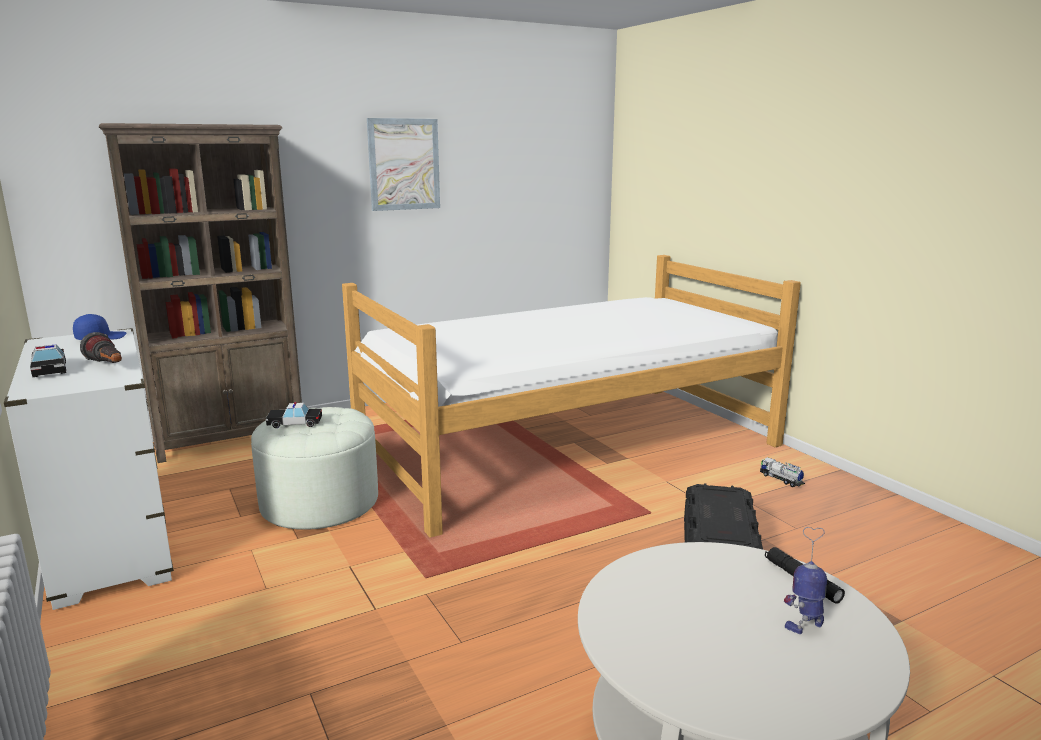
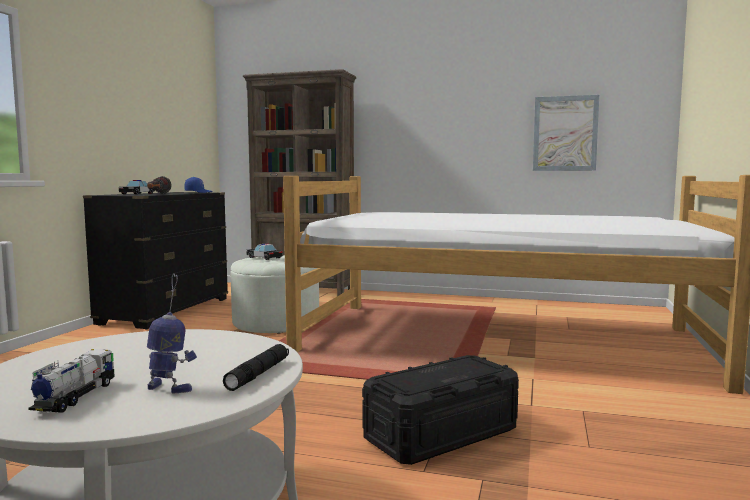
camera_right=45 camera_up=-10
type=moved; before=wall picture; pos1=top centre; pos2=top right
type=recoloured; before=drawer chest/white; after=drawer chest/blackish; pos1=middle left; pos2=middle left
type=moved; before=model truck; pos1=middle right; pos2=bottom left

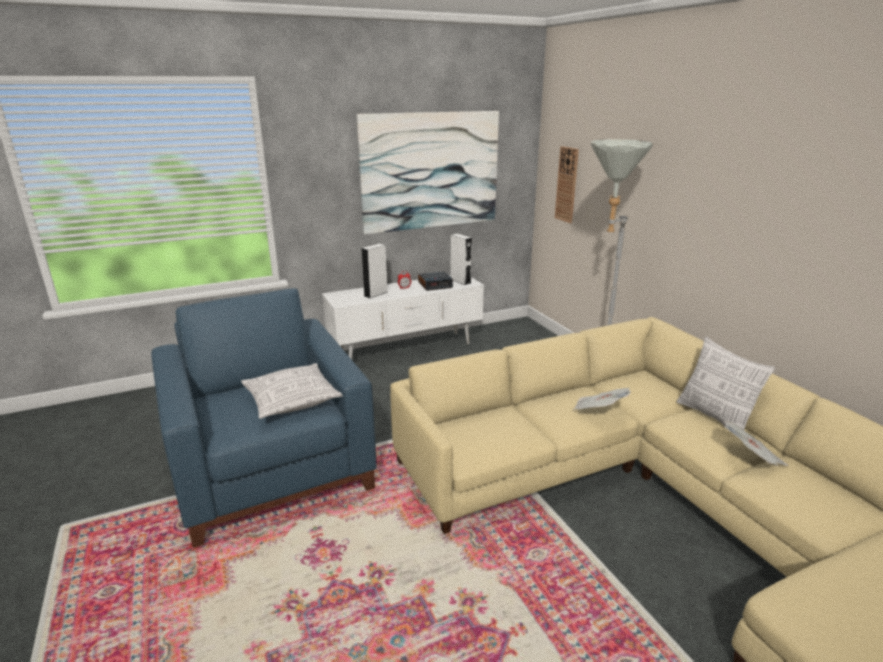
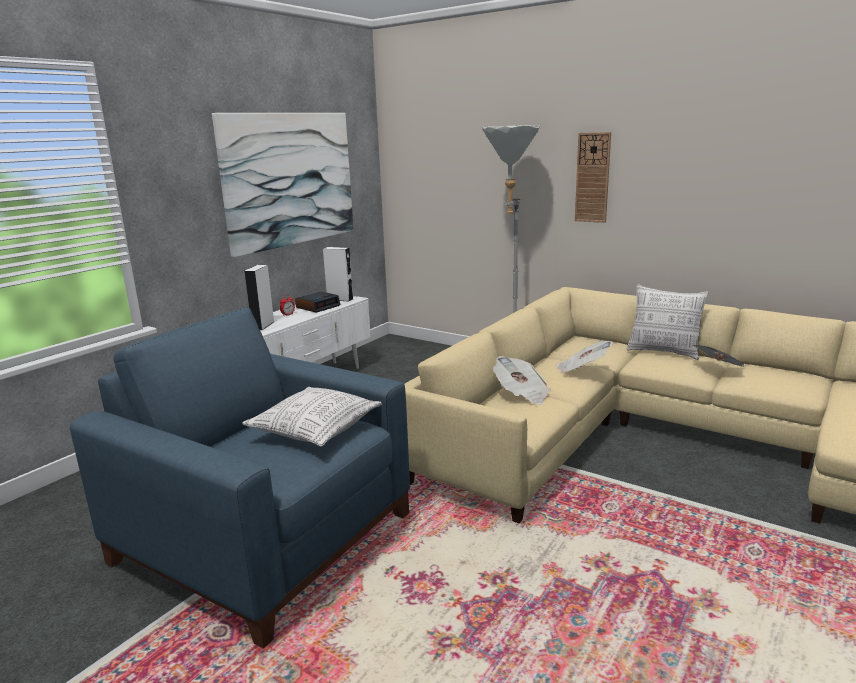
camera_right=-30 camera_up=-5
type=moved; before=hanging clock; pos1=top centre; pos2=top right
type=added; after=daily paper (1st from left); pos2=centre

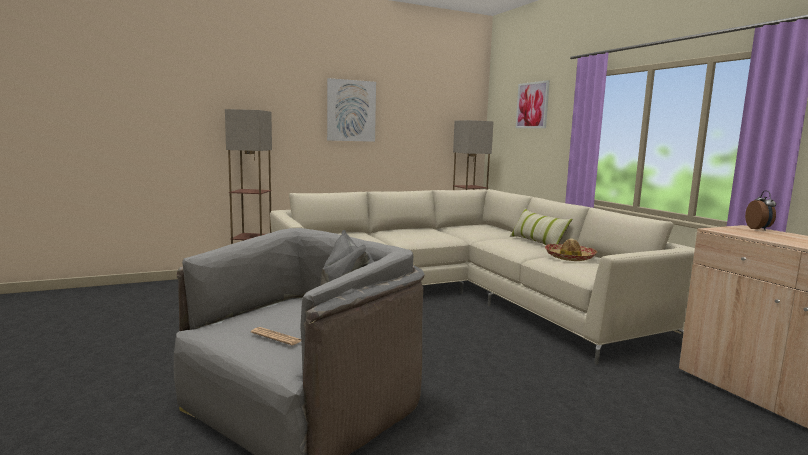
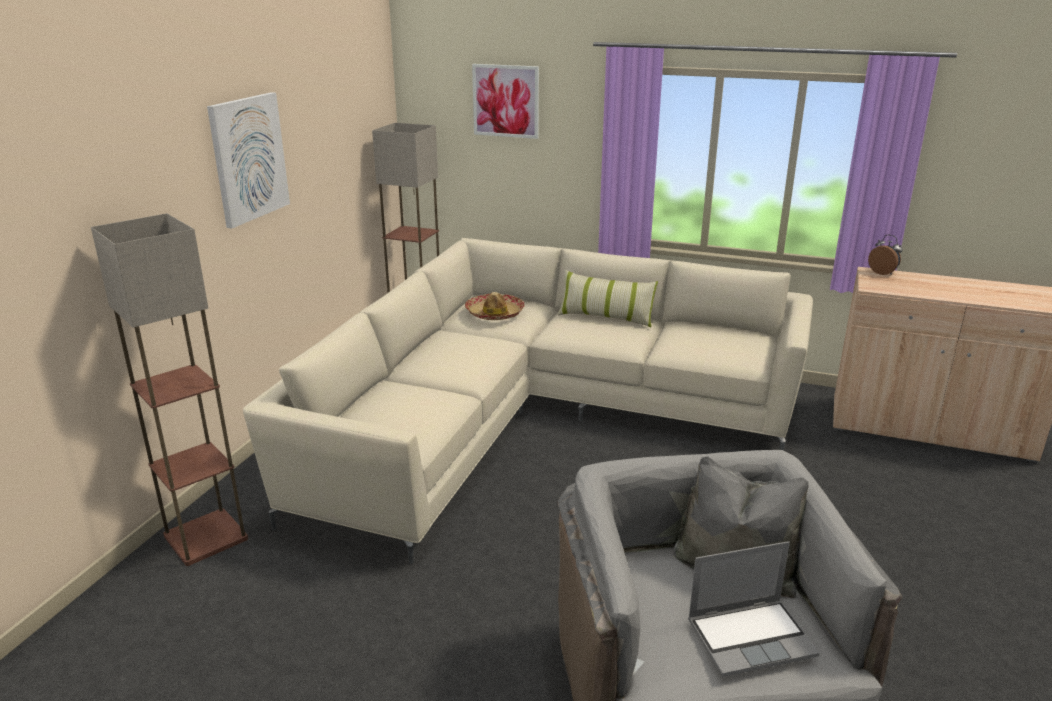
camera_right=-45 camera_up=15
type=moved; before=wearable hat; pos1=middle right; pos2=centre
type=replaced; before=daily paper; after=laptop; pos1=bottom centre; pos2=bottom right

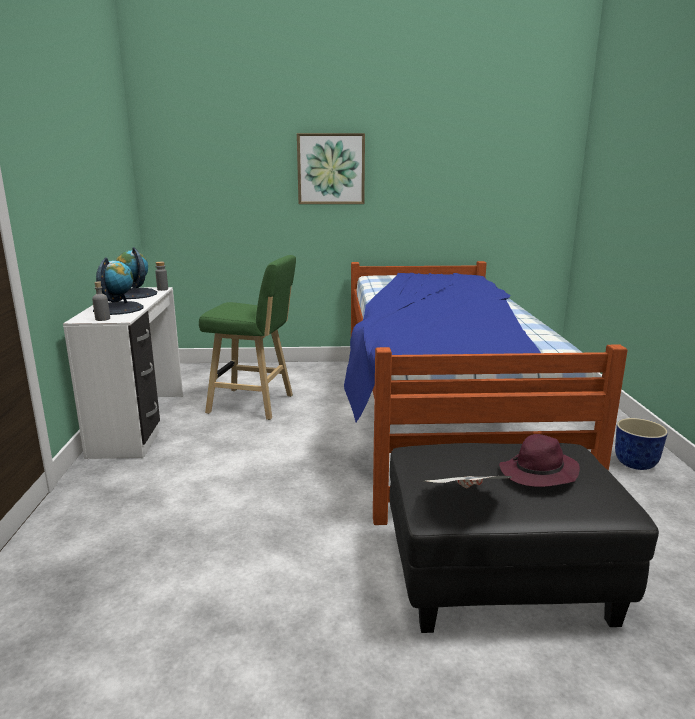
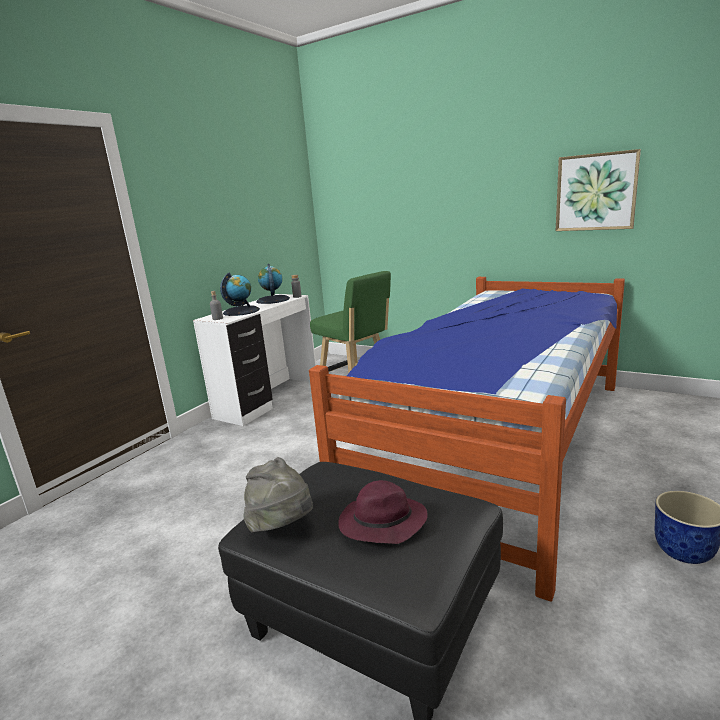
camera_right=35 camera_up=0
type=moved; before=wall picture; pos1=top centre; pos2=top right
type=replaced; before=daily paper; after=wearable hat/grey; pos1=bottom right; pos2=bottom centre

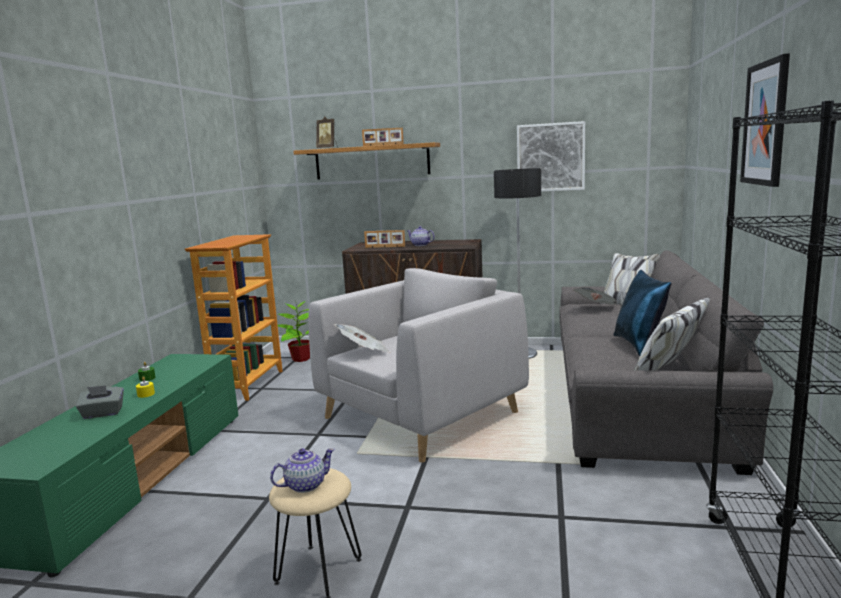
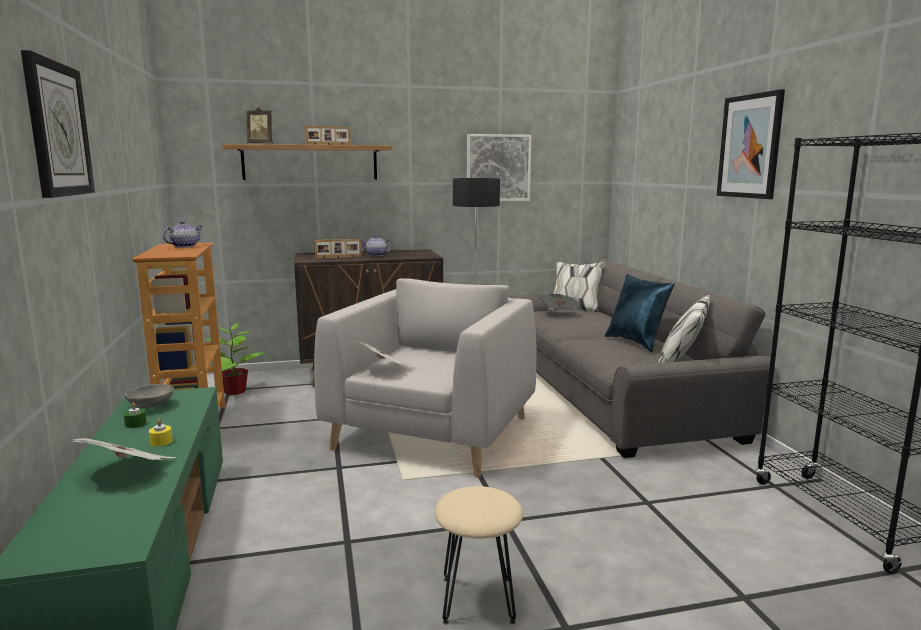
camera_right=-25 camera_up=0
type=replaced; before=box of tissues/grey; after=daily paper (1st from left); pos1=bottom left; pos2=bottom left
type=moved; before=teapot (1st from left); pos1=bottom centre; pos2=middle left
type=added; after=hanging clock; pos2=top left
type=added; after=bowl/grey; pos2=middle left

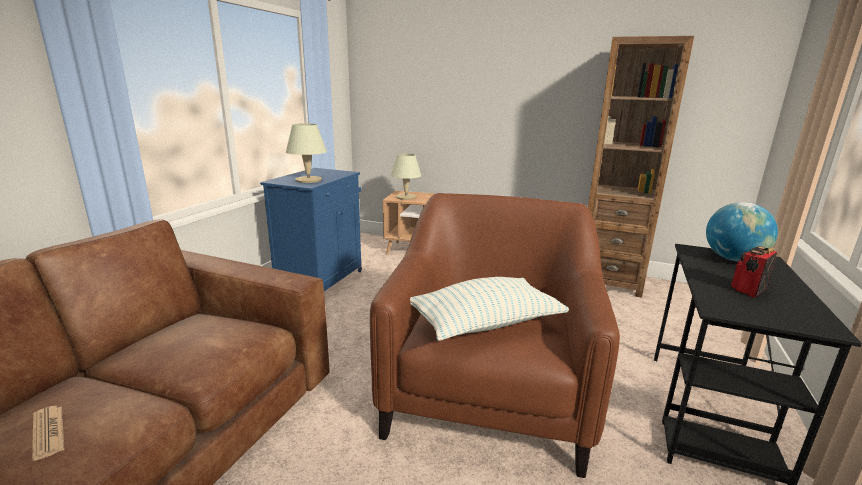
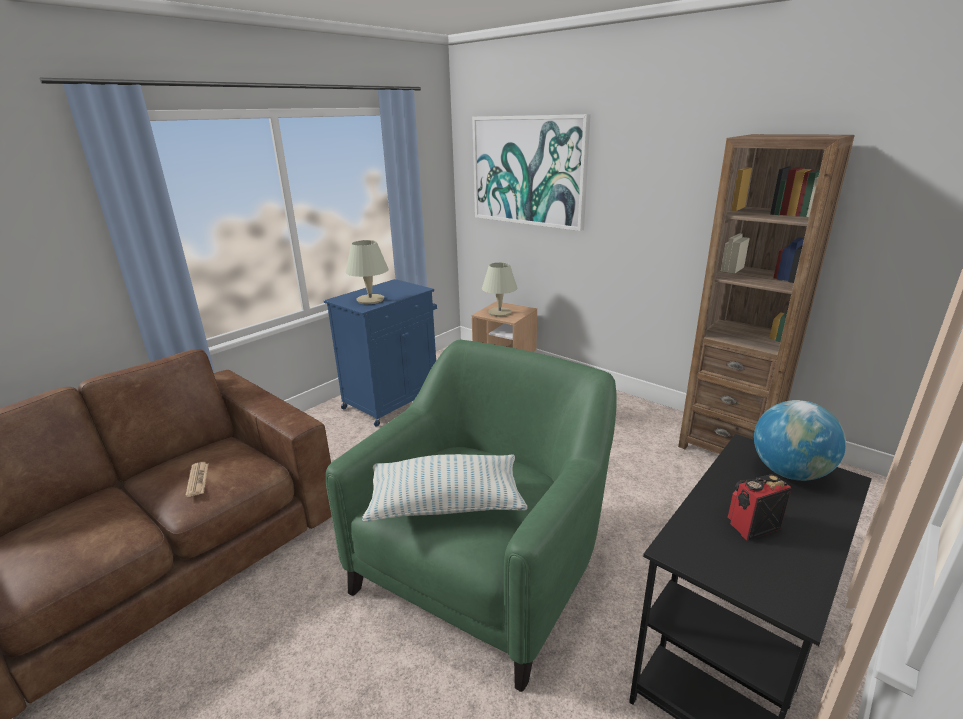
camera_right=20 camera_up=5
type=recoloured; before=easy chair/brownish; after=easy chair/greenish; pos1=bottom centre; pos2=bottom centre
type=moved; before=daily paper; pos1=bottom left; pos2=middle left
type=added; after=wall picture; pos2=top centre

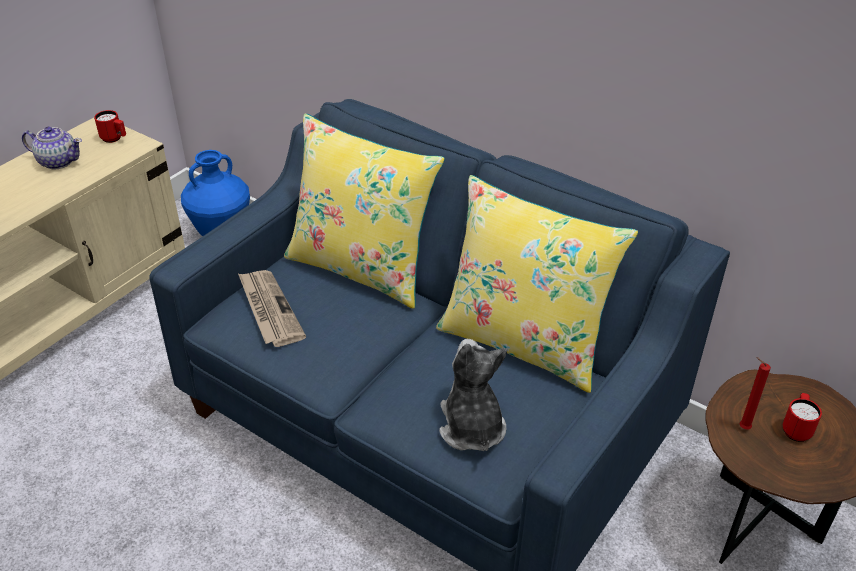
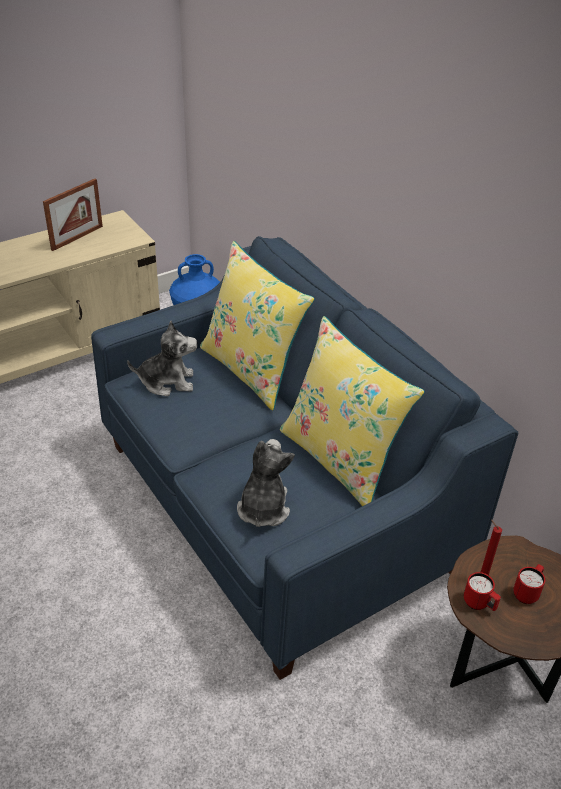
camera_right=20 camera_up=0
type=moved; before=coffee mug/reddish (1st from left); pos1=top left; pos2=bottom right
type=replaced; before=teapot; after=standing frame; pos1=top left; pos2=top left
type=replaced; before=daily paper; after=cuddly toy (1st from left); pos1=middle left; pos2=middle left

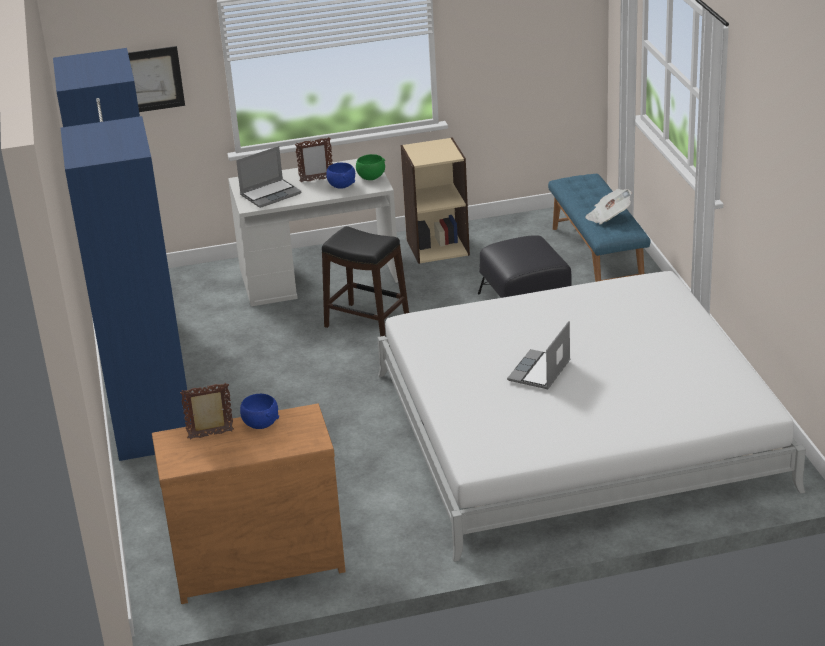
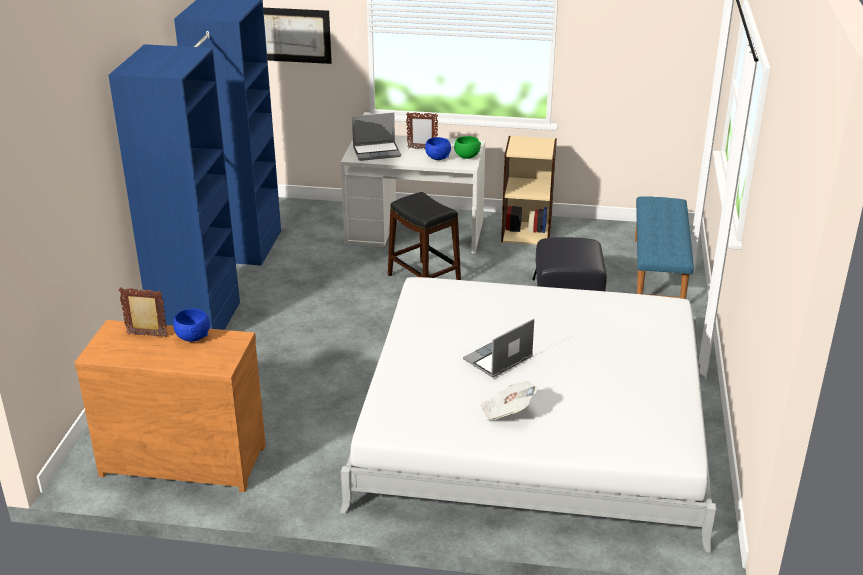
camera_right=20 camera_up=0
type=moved; before=daily paper; pos1=top right; pos2=bottom centre

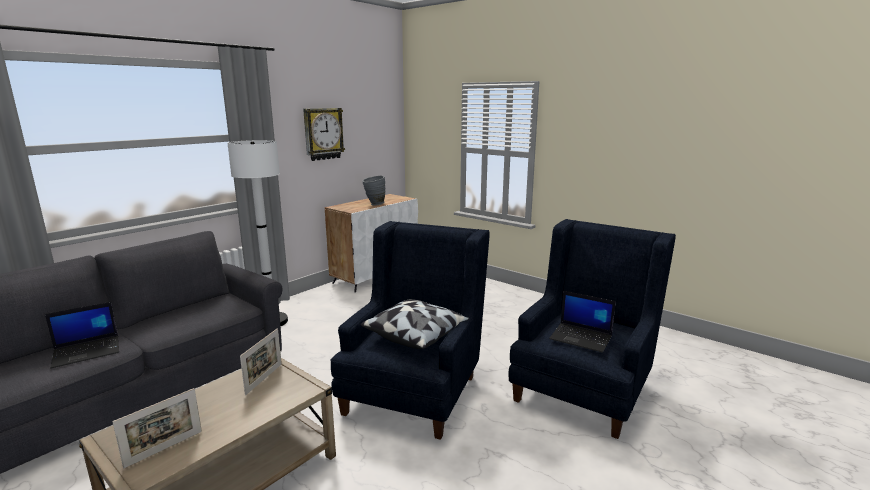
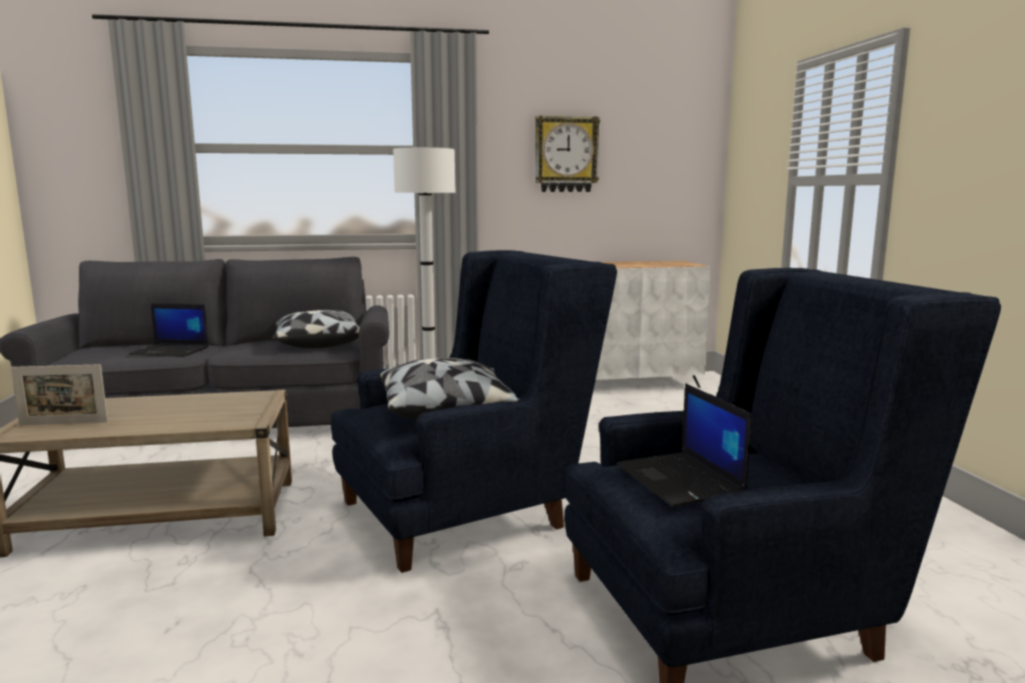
camera_right=40 camera_up=-5
type=removed; before=flower vase/grey; pos1=centre
type=removed; before=standing frame (2nd from left); pos1=bottom left
type=added; after=cushion (1st from left); pos2=middle left

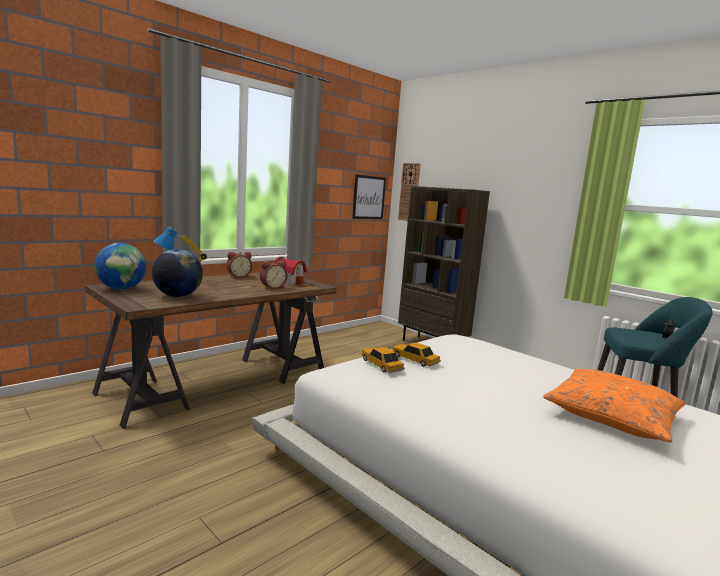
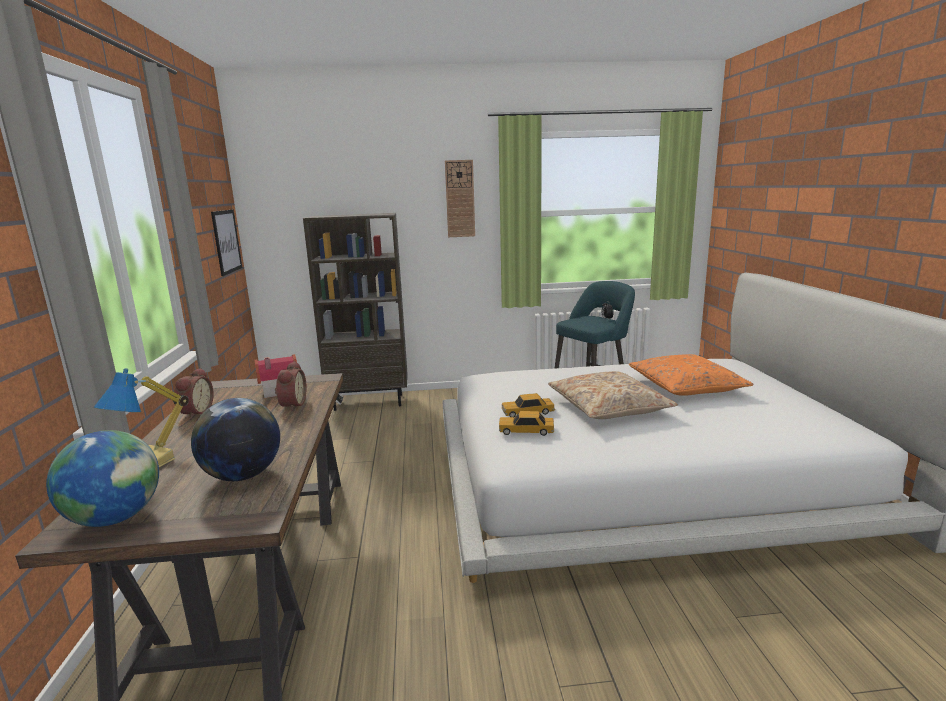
camera_right=-50 camera_up=5
type=moved; before=hanging clock; pos1=centre; pos2=top centre
type=added; after=cushion/beige; pos2=centre

